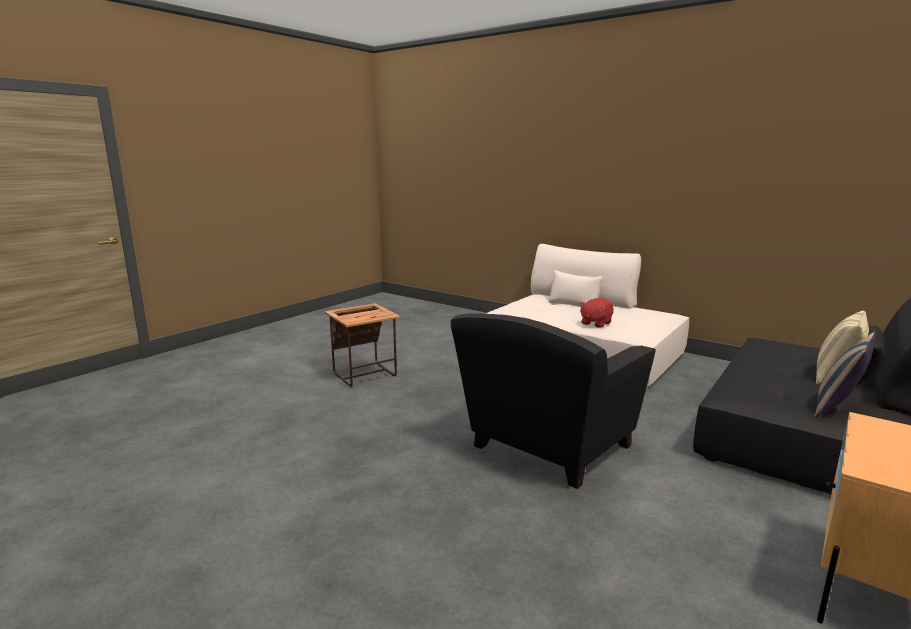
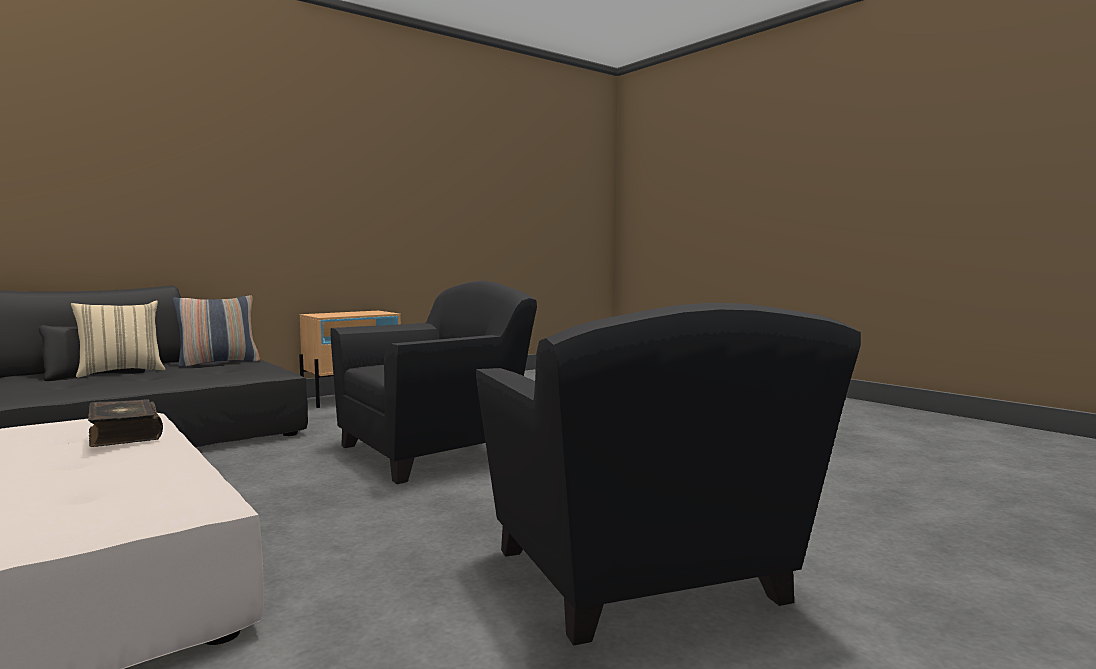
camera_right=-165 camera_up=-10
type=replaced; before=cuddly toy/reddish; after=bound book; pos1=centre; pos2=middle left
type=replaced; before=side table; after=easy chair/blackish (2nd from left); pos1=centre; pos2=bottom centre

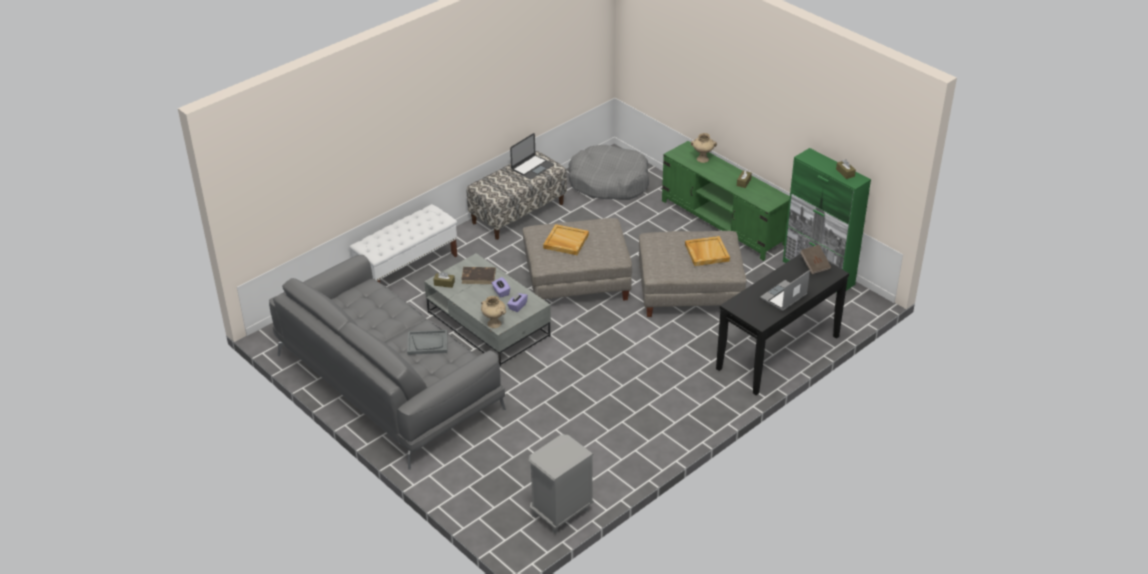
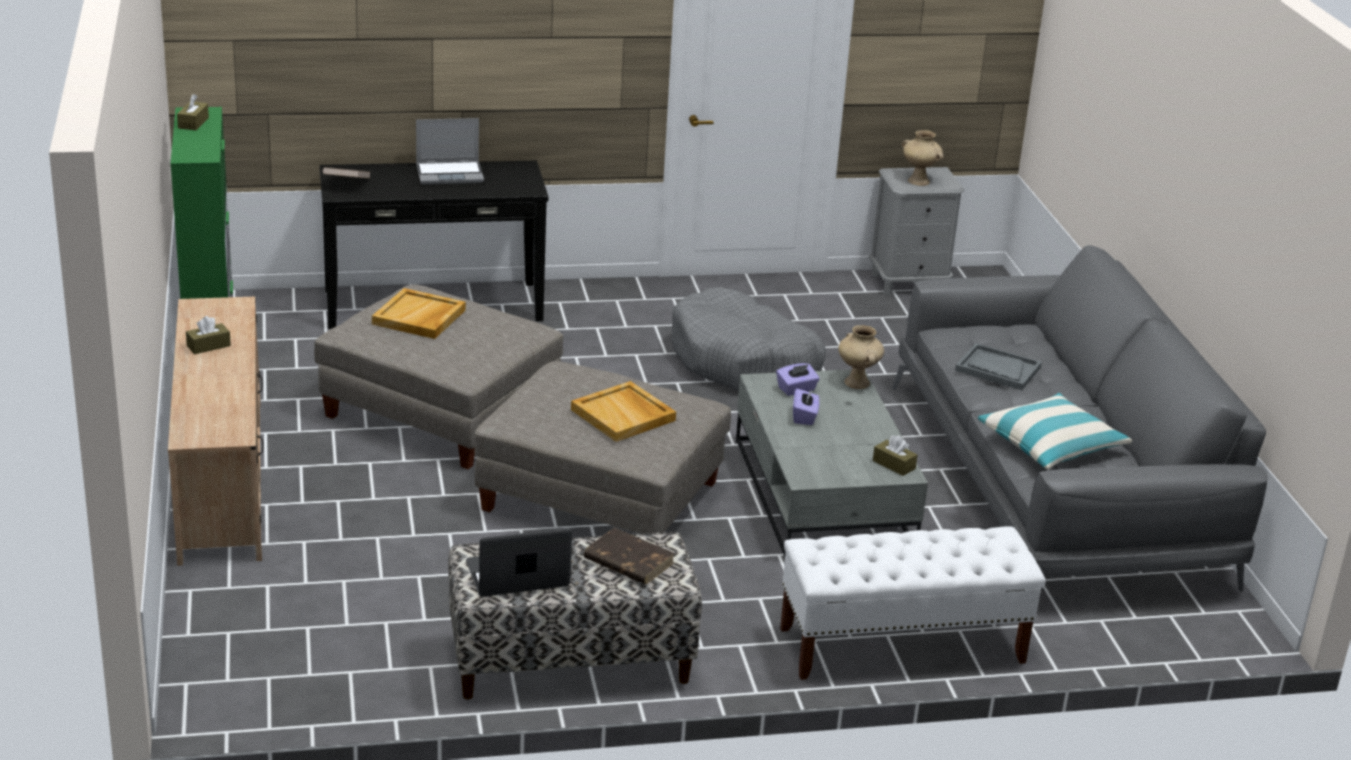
camera_right=-150 camera_up=-10
type=moved; before=flower vase/beige (2nd from left); pos1=top centre; pos2=top right
type=recoloured; before=tv unit/greenish; after=tv unit/beige; pos1=centre; pos2=middle left
type=moved; before=dog bed/grey; pos1=top centre; pos2=centre
type=moved; before=bound book/brownish (1st from left in the first image); after=bound book/brownish (2nd from left); pos1=centre; pos2=bottom centre
type=added; after=cushion; pos2=middle right

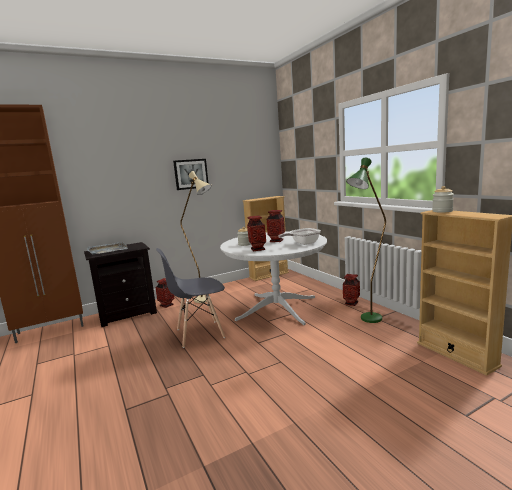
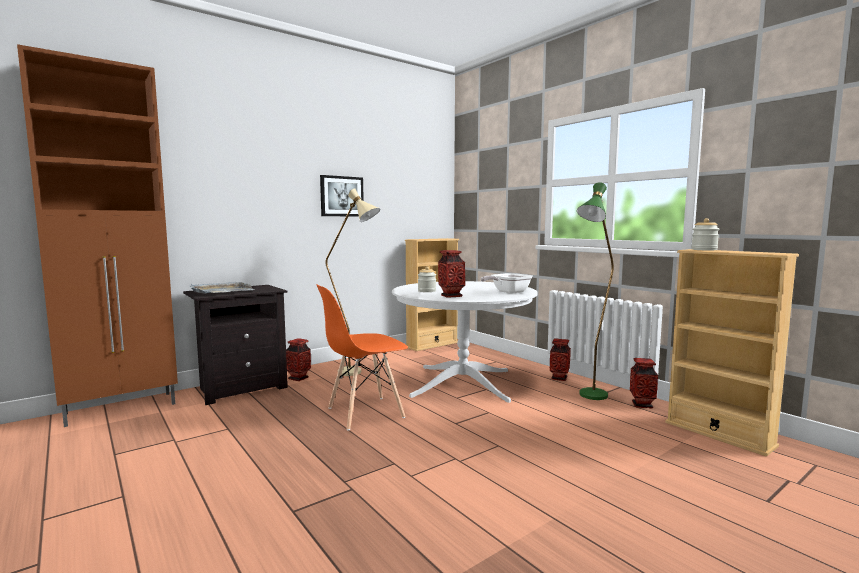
camera_right=-10 camera_up=-5
type=moved; before=flower vase (3rd from left in the first image); after=flower vase (4th from left); pos1=centre; pos2=bottom right
type=recoloured; before=plain chair/grey; after=plain chair/orange; pos1=centre; pos2=centre

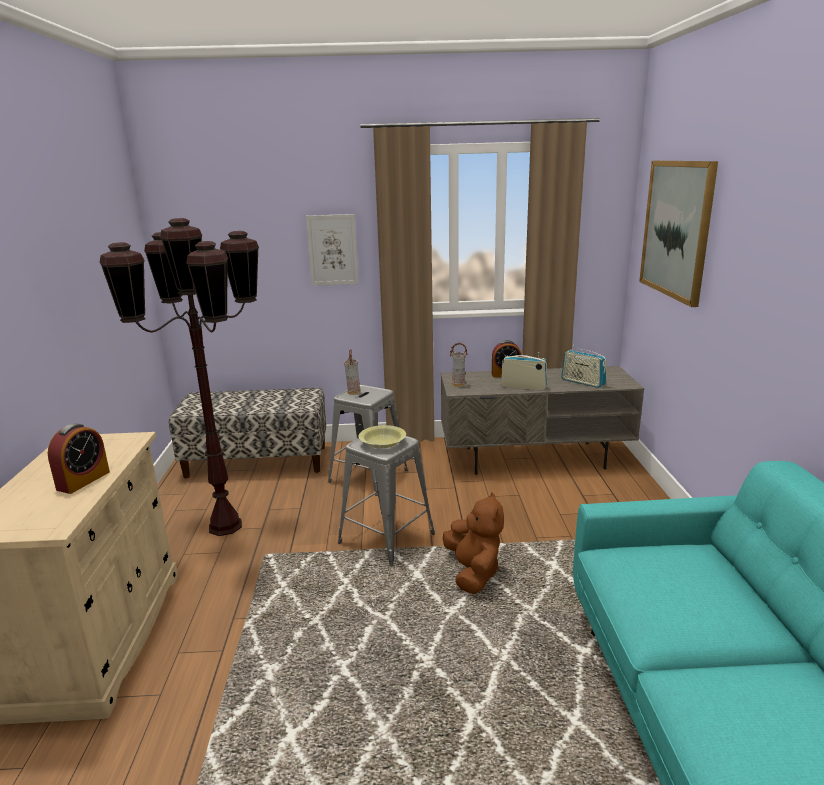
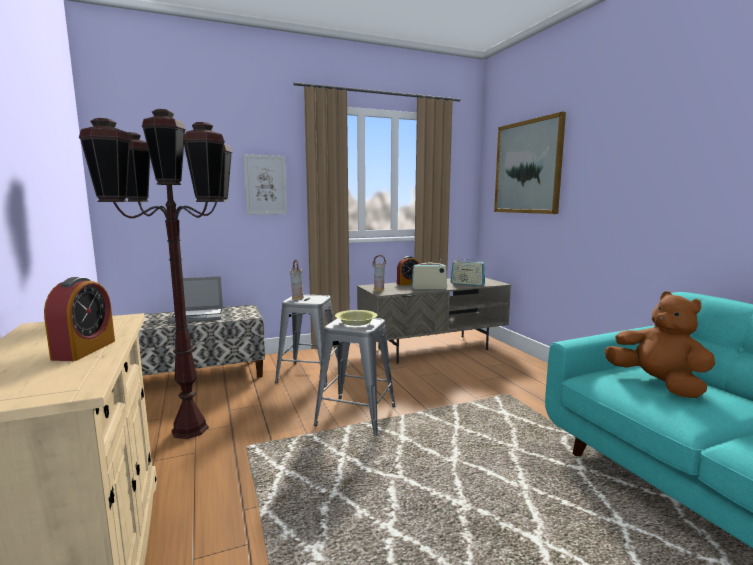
camera_right=-20 camera_up=-10
type=moved; before=cuddly toy/brownish; pos1=bottom centre; pos2=middle right
type=added; after=laptop; pos2=middle left

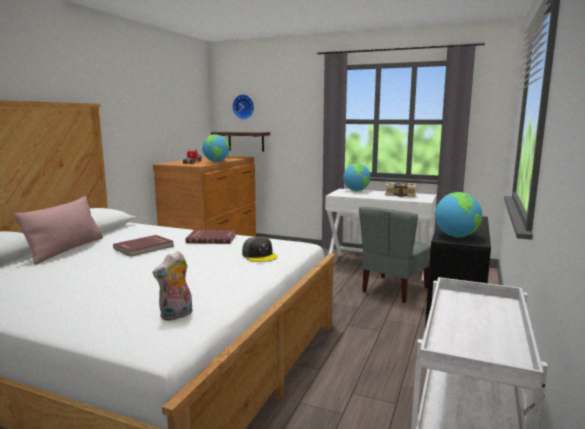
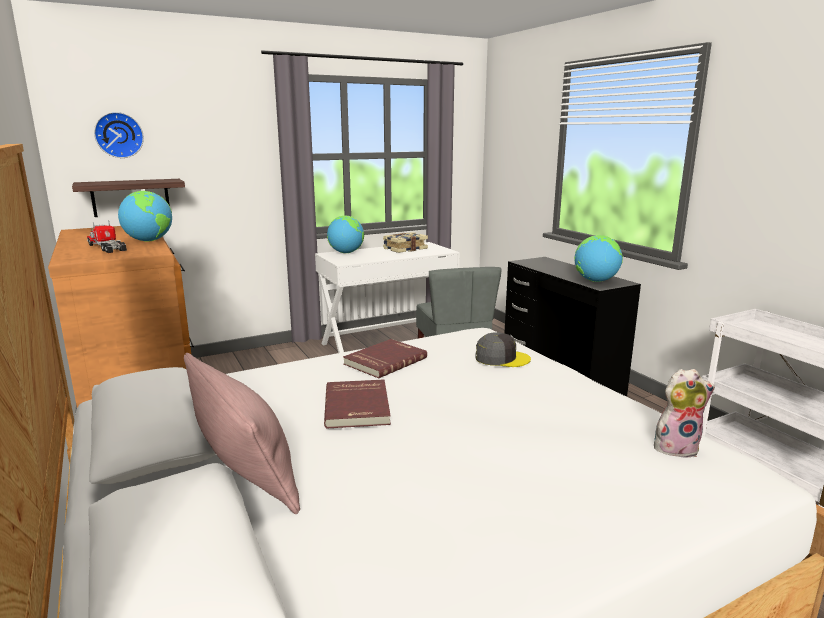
camera_right=-50 camera_up=5
type=turned; before=cuddly toy; pos1=bottom left; pos2=bottom right; turn=-90

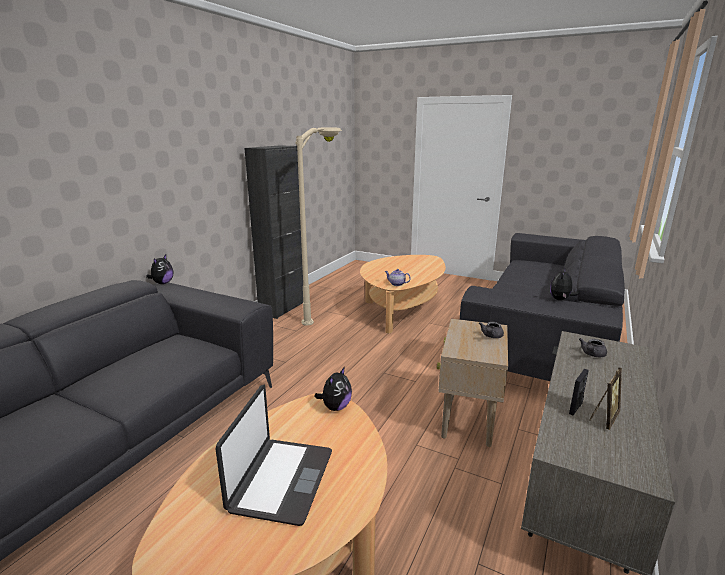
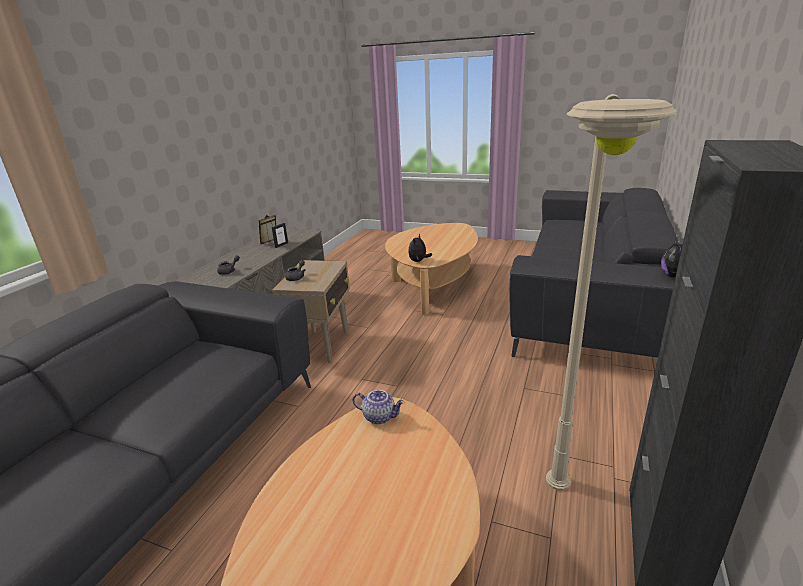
camera_right=175 camera_up=5
type=removed; before=cuddly toy (3rd from left); pos1=middle right
type=removed; before=laptop; pos1=bottom centre

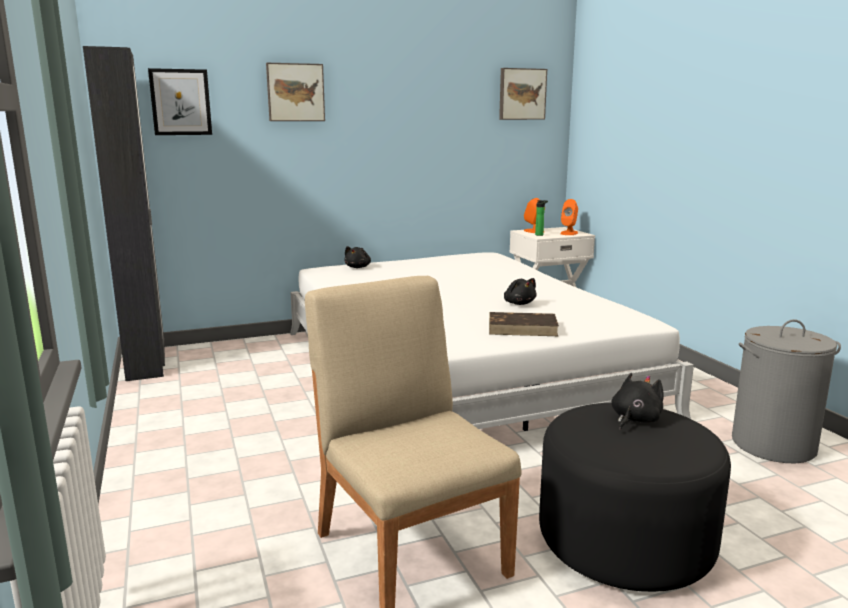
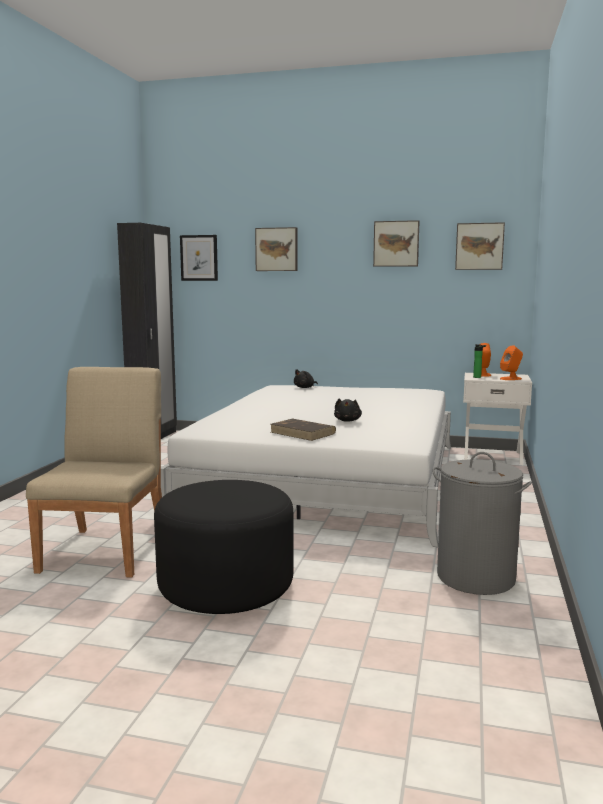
camera_right=35 camera_up=-5
type=removed; before=cuddly toy/blackish (3rd from left); pos1=middle right
type=added; after=wall picture (3rd from left); pos2=top centre

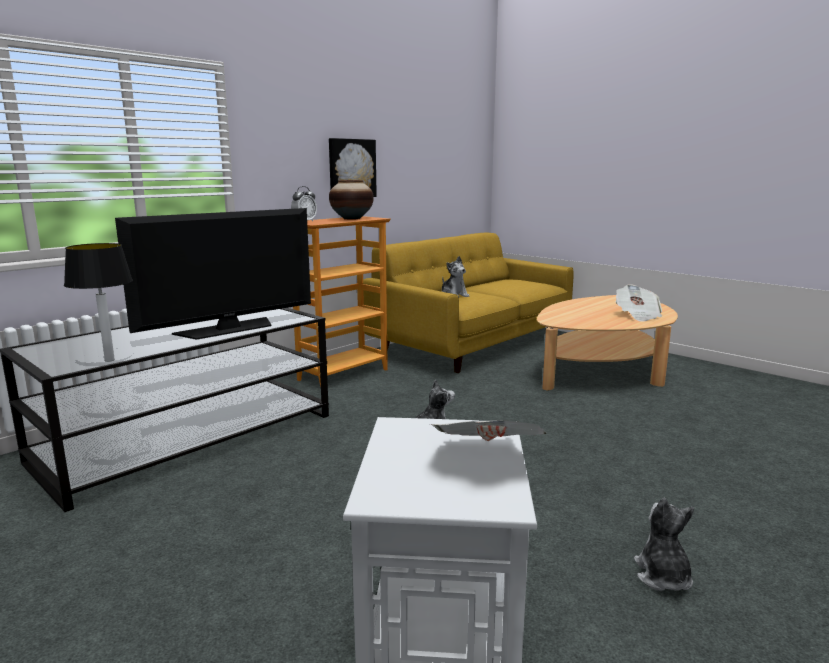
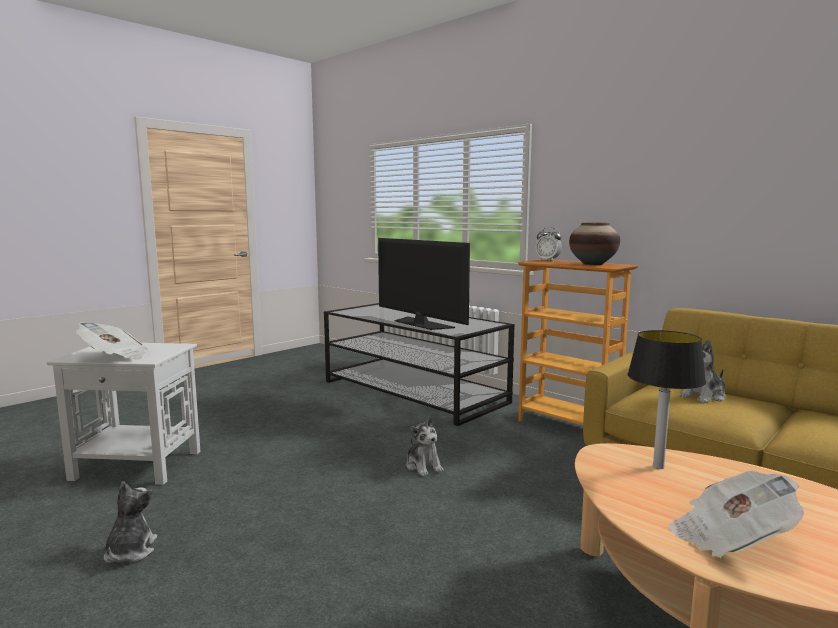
camera_right=90 camera_up=-5
type=removed; before=wall picture; pos1=top centre
type=moved; before=tabletop lamp; pos1=middle left; pos2=middle right
type=turned; before=cuddly toy (3rd from left in the first image); pos1=bottom right; pos2=bottom left; turn=-90

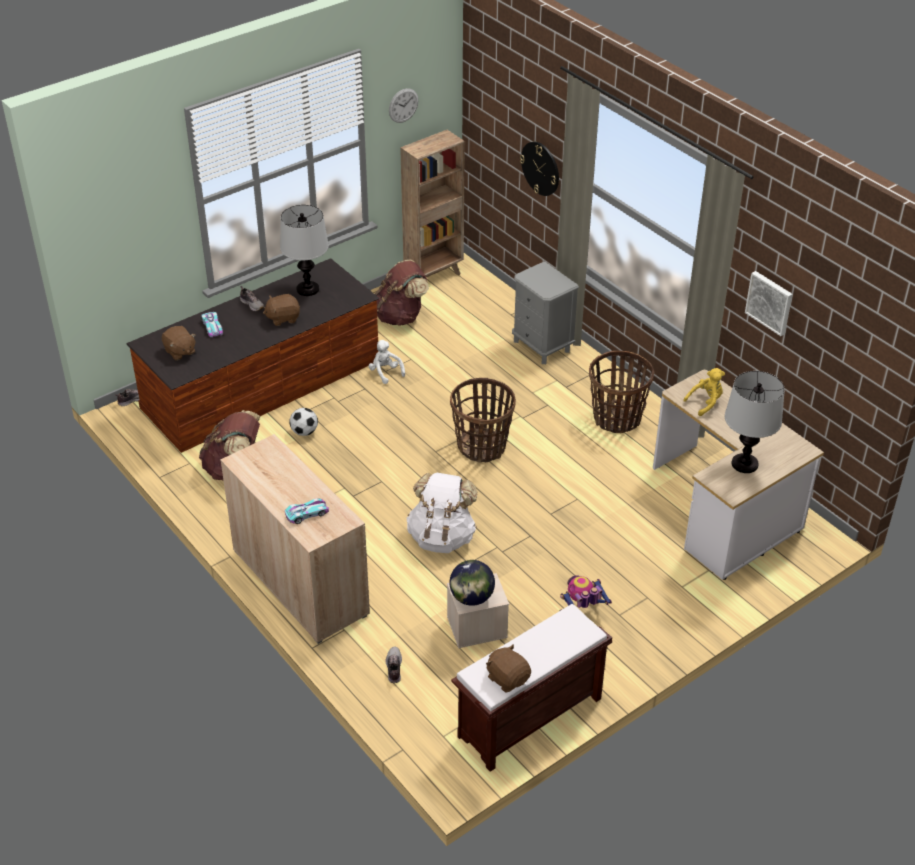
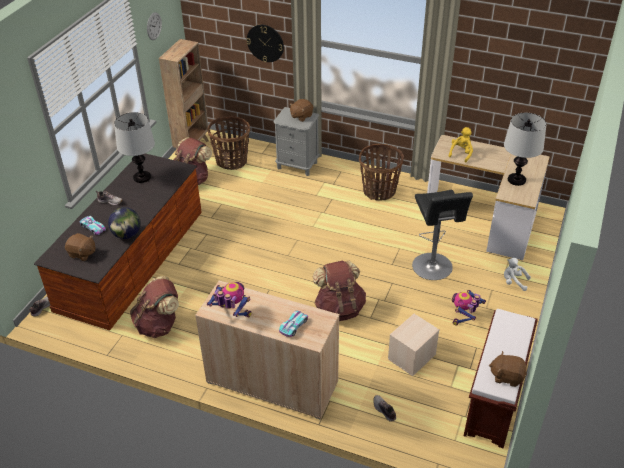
camera_right=-30 camera_up=0
type=removed; before=wall picture; pos1=middle right
type=moved; before=cuddly toy/brownish (2nd from left); pos1=middle left; pos2=top centre
type=moved; before=cuddly toy/white; pos1=centre; pos2=middle right
type=moved; before=household basket (1st from left); pos1=centre; pos2=top centre
type=removed; before=football ball; pos1=middle left
type=recoloured; before=backpack/white; after=backpack/brownish (3rd from left); pos1=centre; pos2=centre
type=moved; before=world globe; pos1=bottom centre; pos2=middle left
type=added; after=stool seat/blackish; pos2=middle right
type=added; after=model robot (1st from left); pos2=centre

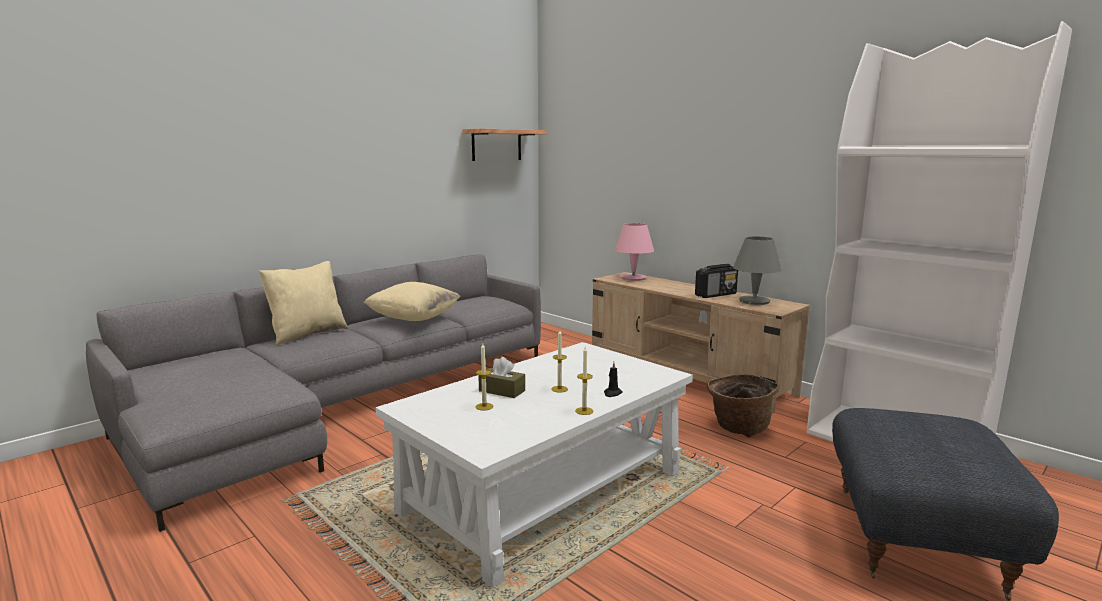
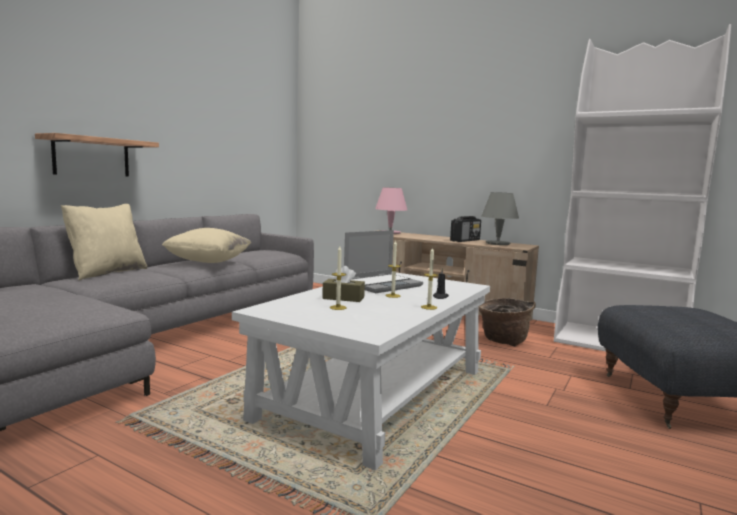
camera_right=-15 camera_up=-5
type=moved; before=wall shelf; pos1=top centre; pos2=top left
type=added; after=laptop; pos2=centre

